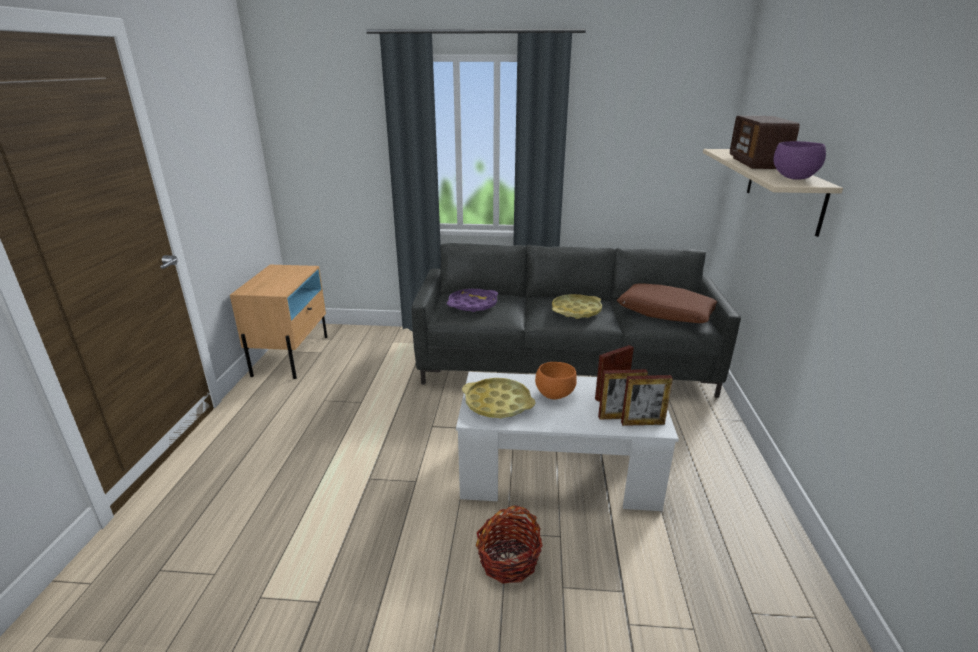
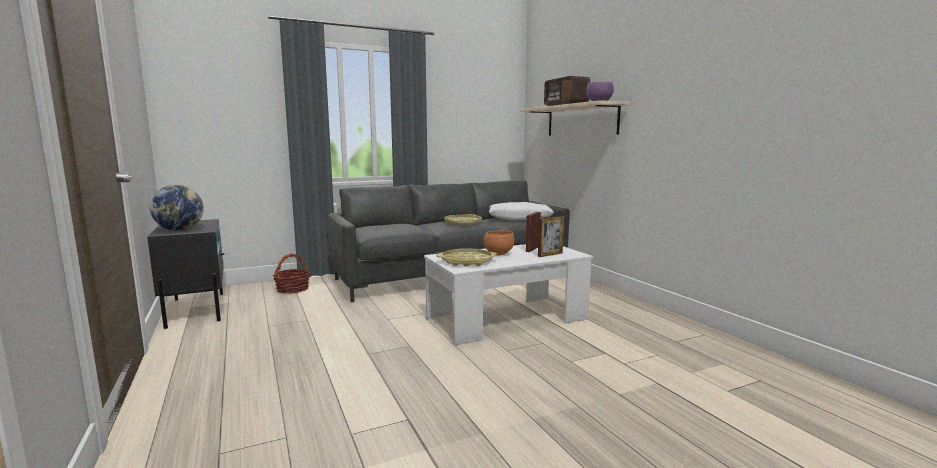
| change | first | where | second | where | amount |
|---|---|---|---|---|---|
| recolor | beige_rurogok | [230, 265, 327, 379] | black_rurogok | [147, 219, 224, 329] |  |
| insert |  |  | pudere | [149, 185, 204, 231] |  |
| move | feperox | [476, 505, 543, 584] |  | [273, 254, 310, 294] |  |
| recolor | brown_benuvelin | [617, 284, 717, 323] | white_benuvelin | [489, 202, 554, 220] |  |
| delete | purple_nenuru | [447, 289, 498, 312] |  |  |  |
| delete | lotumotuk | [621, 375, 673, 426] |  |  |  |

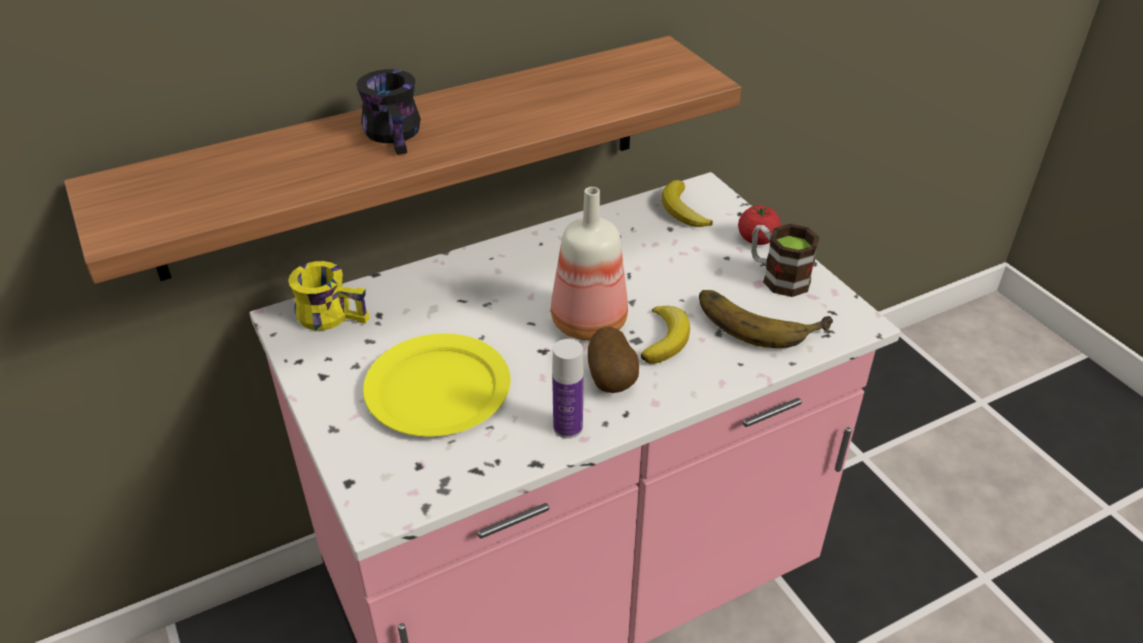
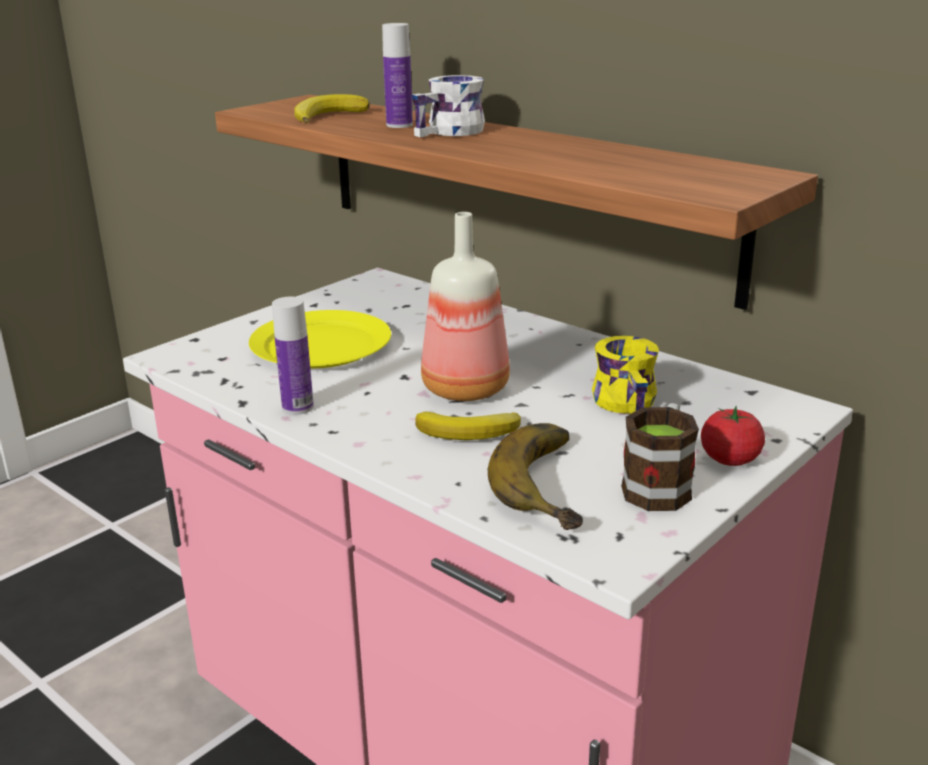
| change | first | where | second | where | amount |
|---|---|---|---|---|---|
| move | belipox | [662, 180, 713, 227] |  | [294, 94, 370, 123] |  |
| insert |  |  | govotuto | [382, 23, 413, 128] |  |
| recolor | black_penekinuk | [356, 69, 421, 155] | white_penekinuk | [412, 75, 485, 137] |  |
| move | yellow_penekinuk | [288, 261, 370, 330] |  | [592, 336, 659, 414] |  |
| delete | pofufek | [588, 327, 639, 393] |  |  |  |

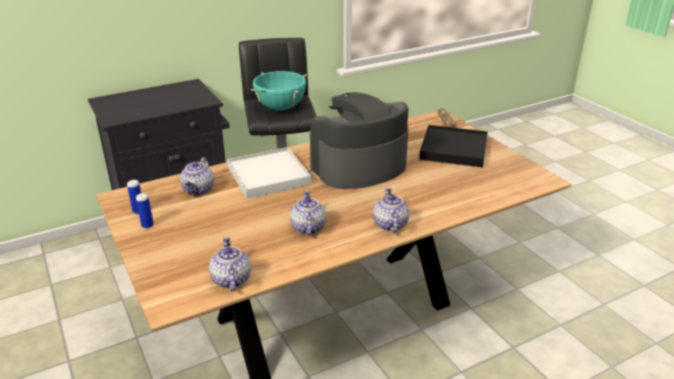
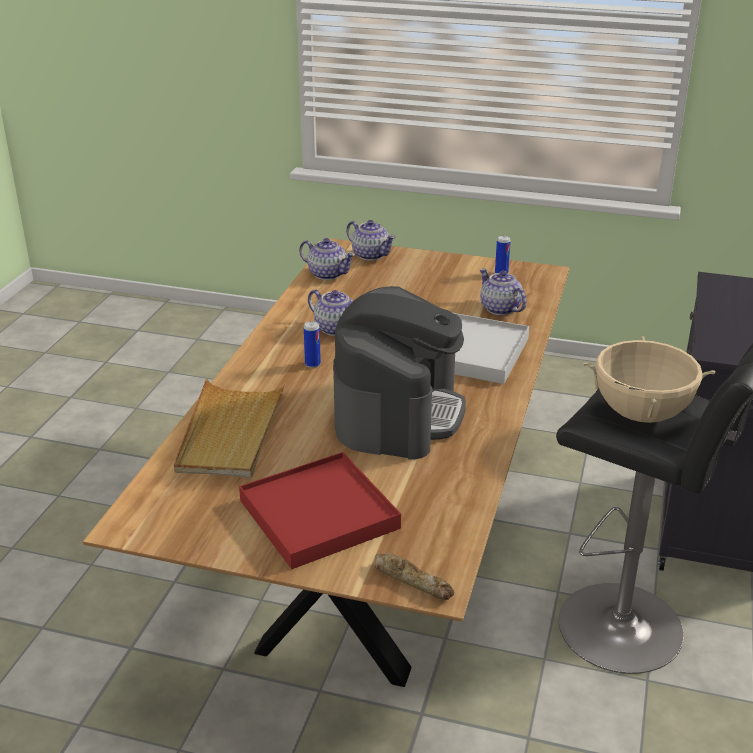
| change | first | where | second | where | amount |
|---|---|---|---|---|---|
| insert |  |  | beige_nenuru | [174, 378, 286, 478] |  |
| recolor | black_nenuru | [419, 125, 488, 167] | red_nenuru | [239, 452, 401, 569] |  |
| move | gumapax | [136, 193, 154, 229] |  | [304, 321, 321, 368] |  |
| move | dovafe | [373, 187, 409, 233] |  | [346, 220, 396, 261] |  |
| recolor | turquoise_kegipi | [251, 71, 307, 110] | beige_kegipi | [583, 336, 715, 423] |  |

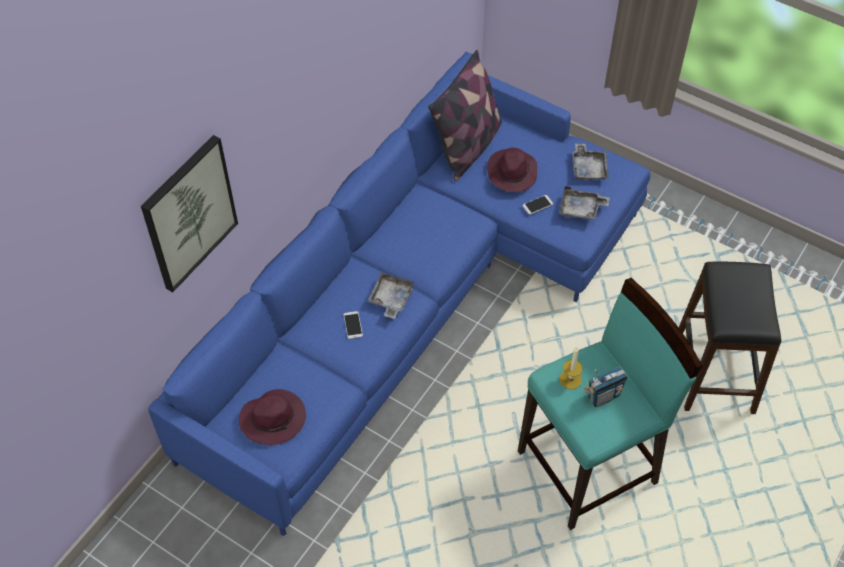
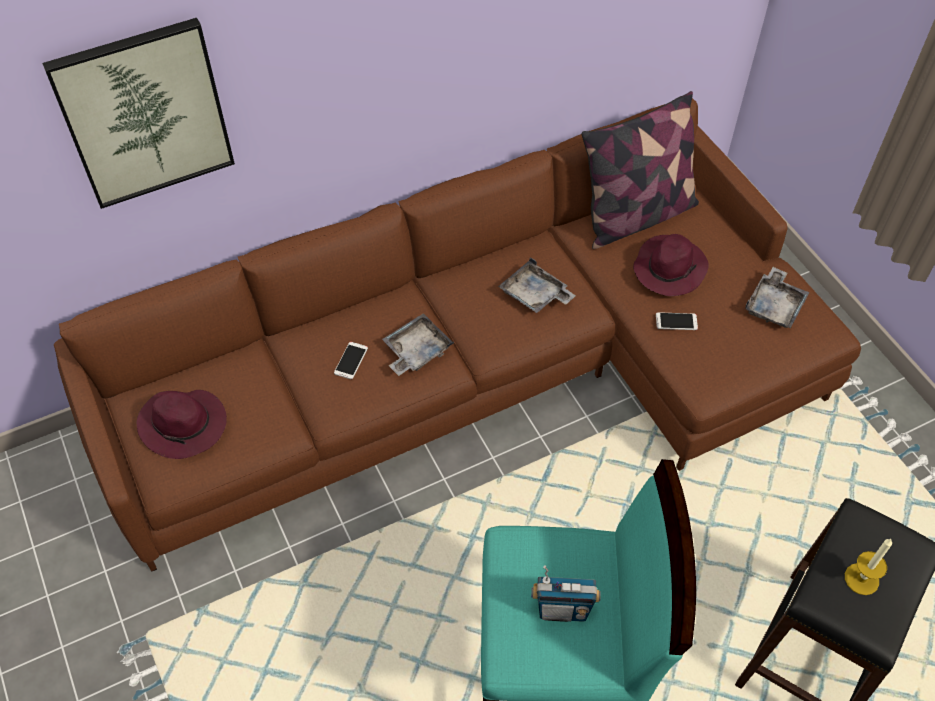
| change | first | where | second | where | amount |
|---|---|---|---|---|---|
| recolor | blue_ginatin | [148, 52, 650, 536] | brown_ginatin | [54, 98, 861, 572] |  |
| move | grey_nenuru | [559, 186, 610, 220] |  | [498, 257, 576, 313] |  |
| move | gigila | [559, 347, 583, 389] |  | [845, 538, 892, 595] |  |

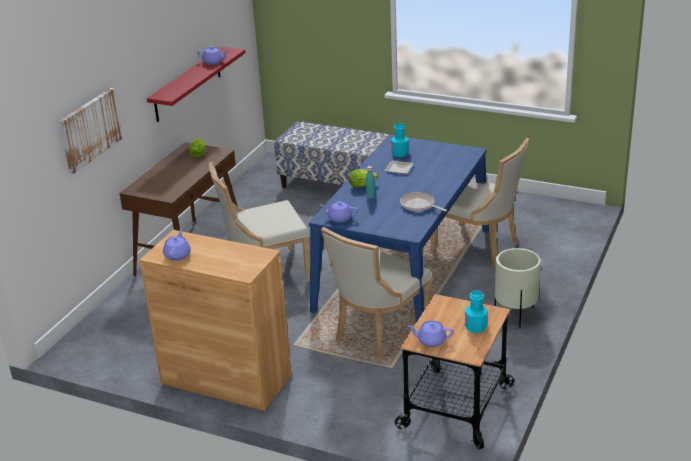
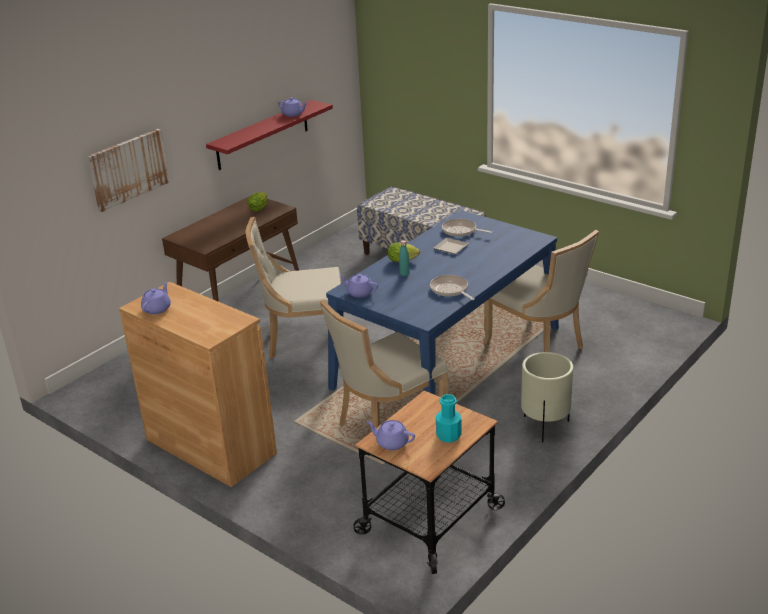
| change | first | where | second | where | amount |
|---|---|---|---|---|---|
| replace | turquoise_govotuto | [391, 123, 409, 157] | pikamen | [442, 219, 493, 237] |  |

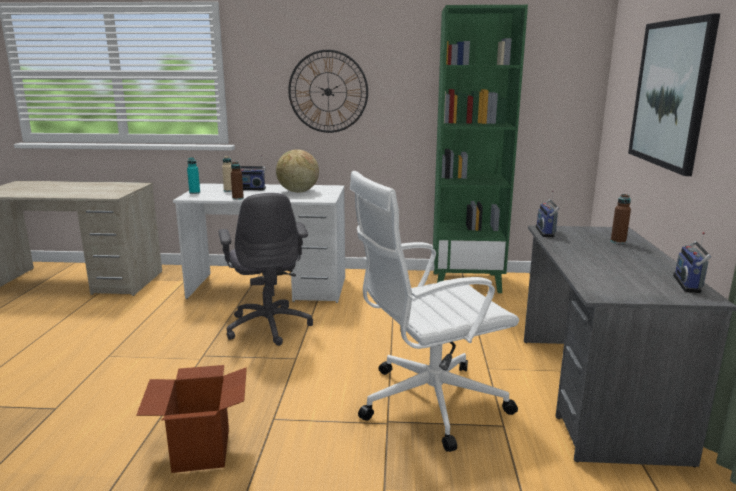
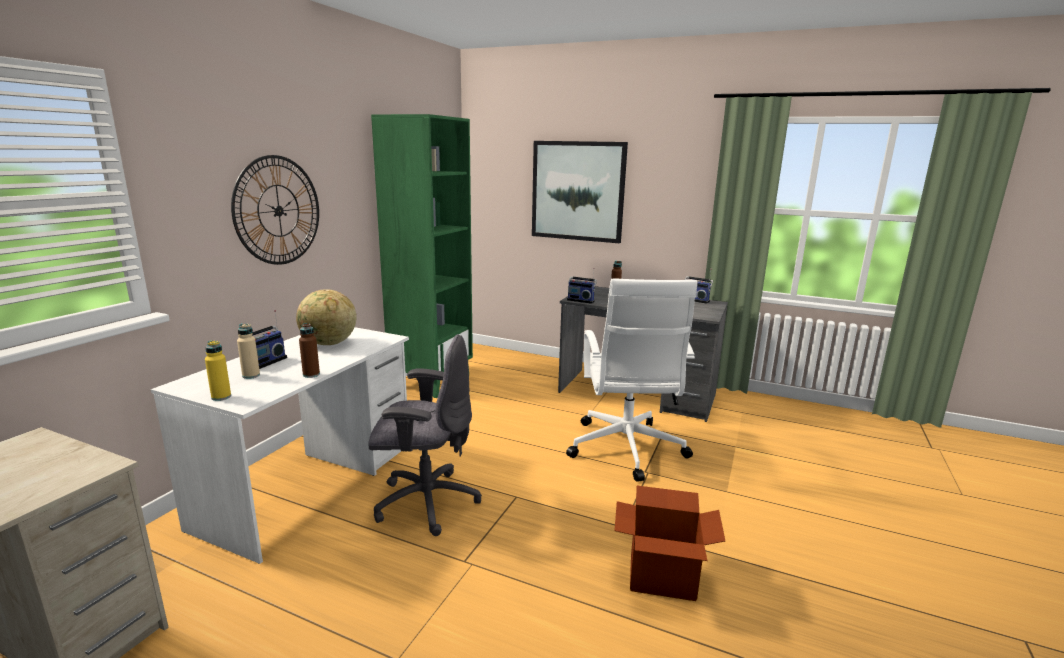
| change | first | where | second | where | amount |
|---|---|---|---|---|---|
| recolor | turquoise_govotuto | [187, 157, 200, 194] | yellow_govotuto | [205, 340, 231, 401] |  |

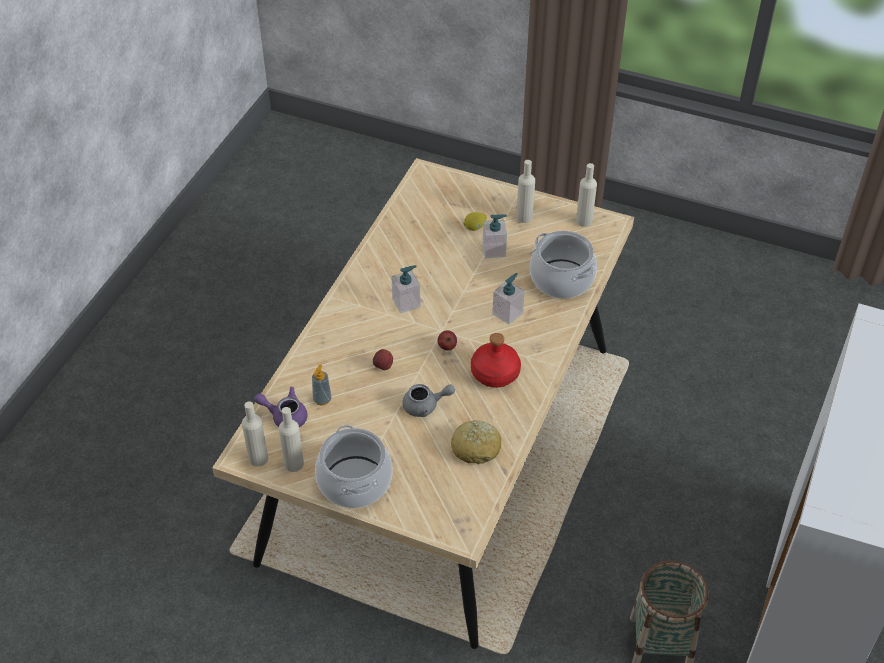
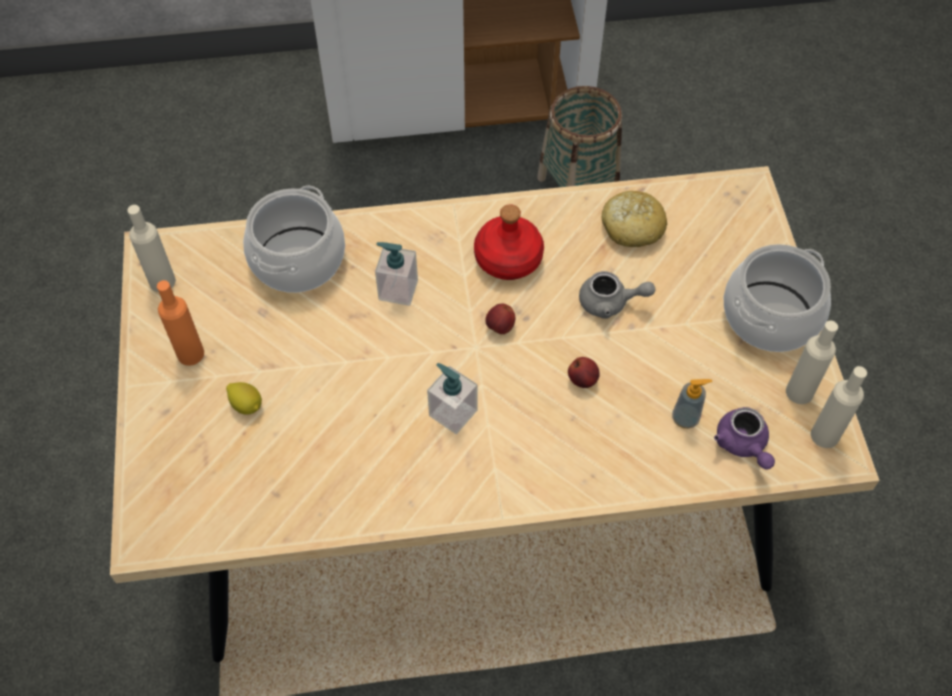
| change | first | where | second | where | amount |
|---|---|---|---|---|---|
| recolor | beige_govotuto | [516, 160, 535, 223] | orange_govotuto | [157, 280, 204, 366] |  |
| rotate | grey_dovafe | [403, 384, 455, 417] |  | [579, 271, 655, 319] | 135 degrees clockwise |
| delete | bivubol | [482, 214, 507, 258] |  |  |  |

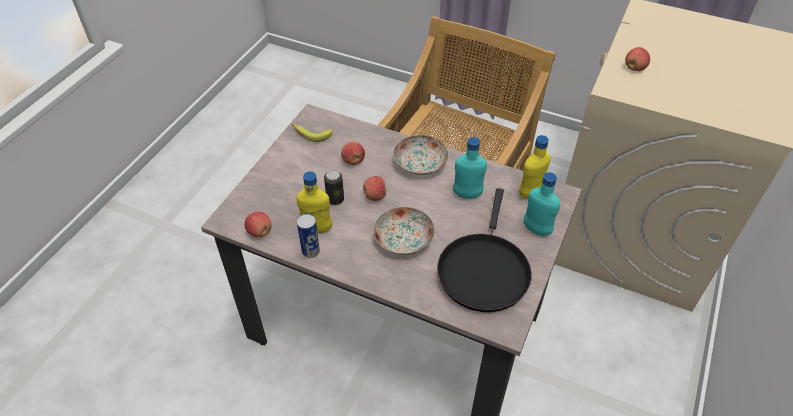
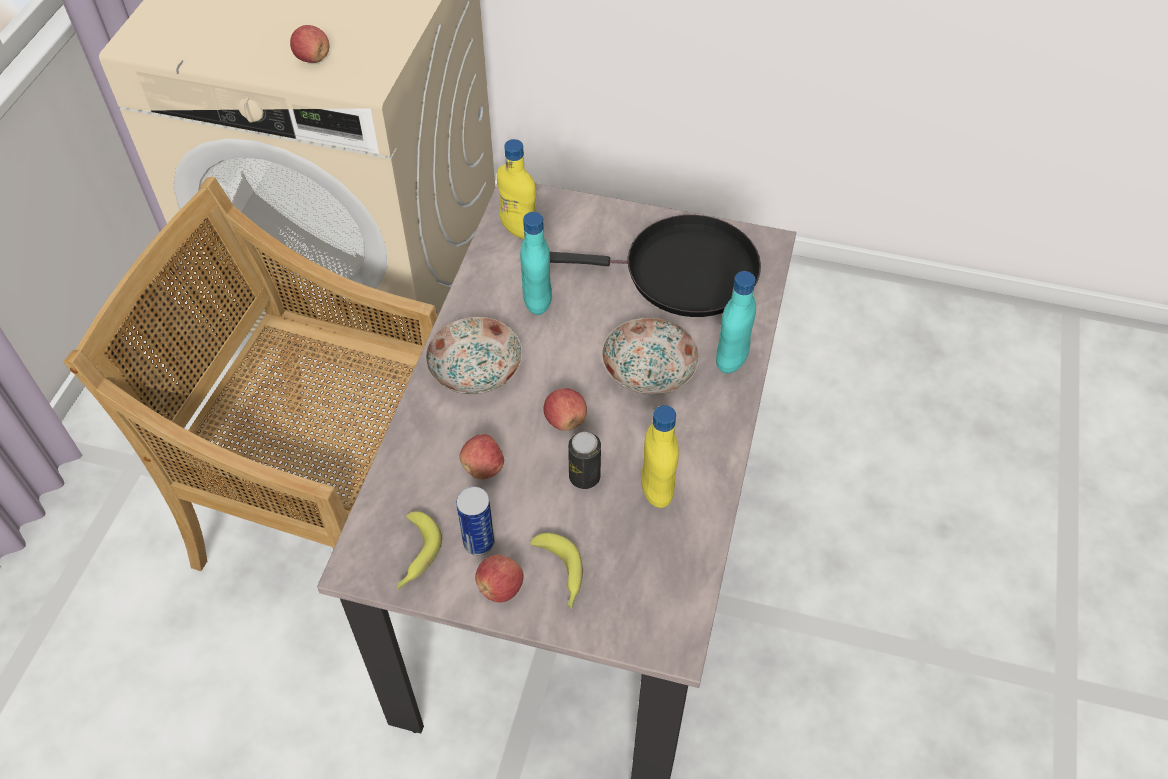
| change | first | where | second | where | amount |
|---|---|---|---|---|---|
| move | gumapax | [297, 214, 320, 258] |  | [456, 487, 495, 555] |  |
| move | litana | [245, 212, 271, 237] |  | [475, 554, 524, 602] |  |
| insert |  |  | belipox | [530, 533, 583, 609] |  |
| move | turquoise_govotuto | [524, 172, 560, 236] |  | [716, 271, 756, 373] |  |

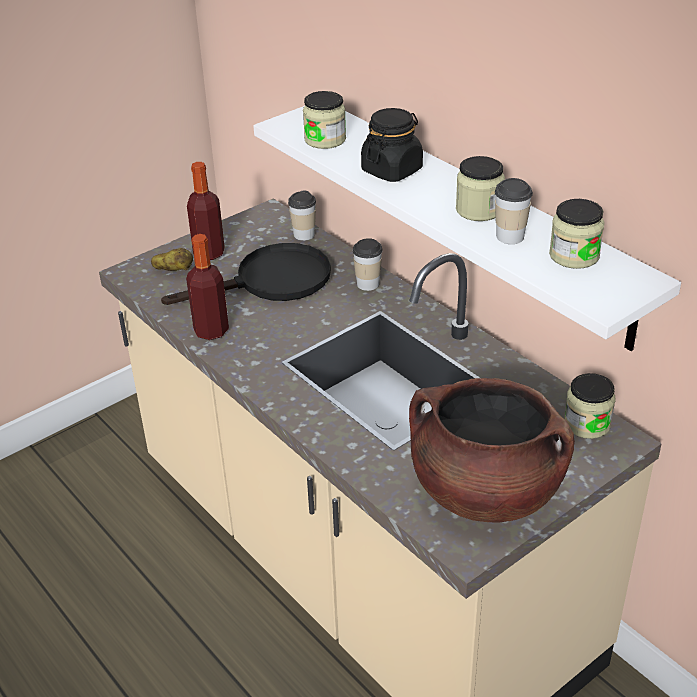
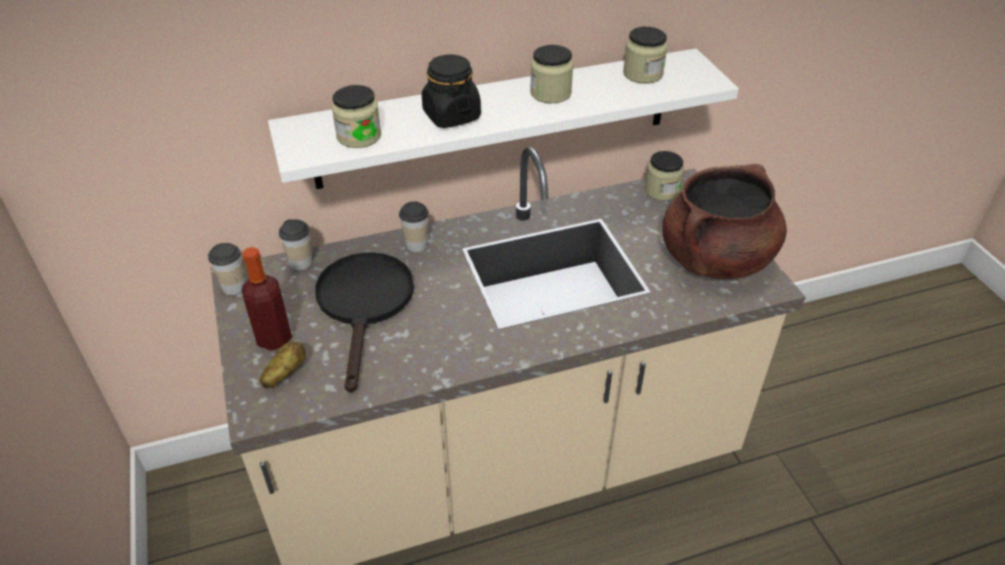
| change | first | where | second | where | amount |
|---|---|---|---|---|---|
| move | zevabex | [495, 178, 533, 244] |  | [208, 243, 245, 295] |  |
| delete | govotuto | [186, 234, 229, 340] |  |  |  |

